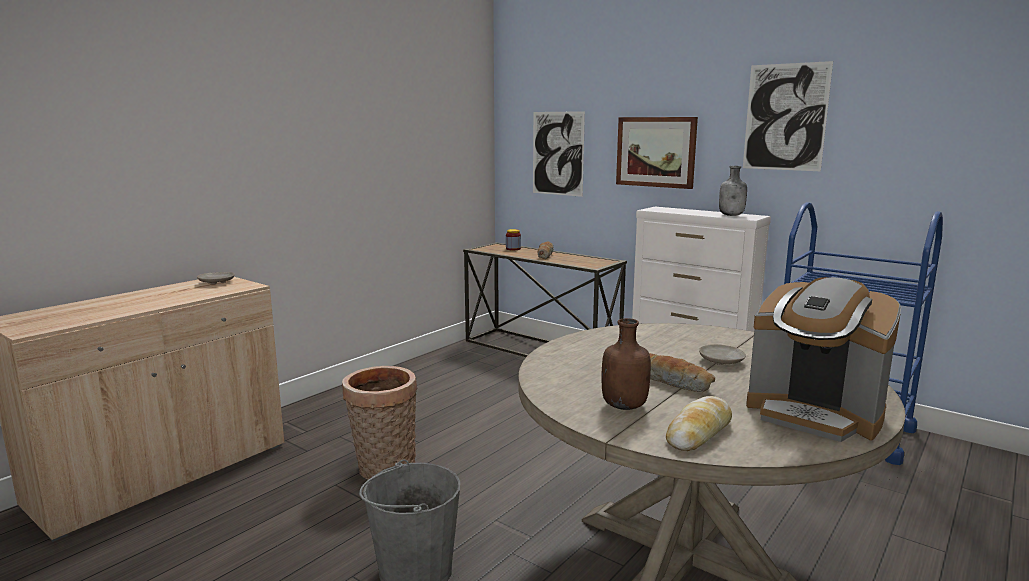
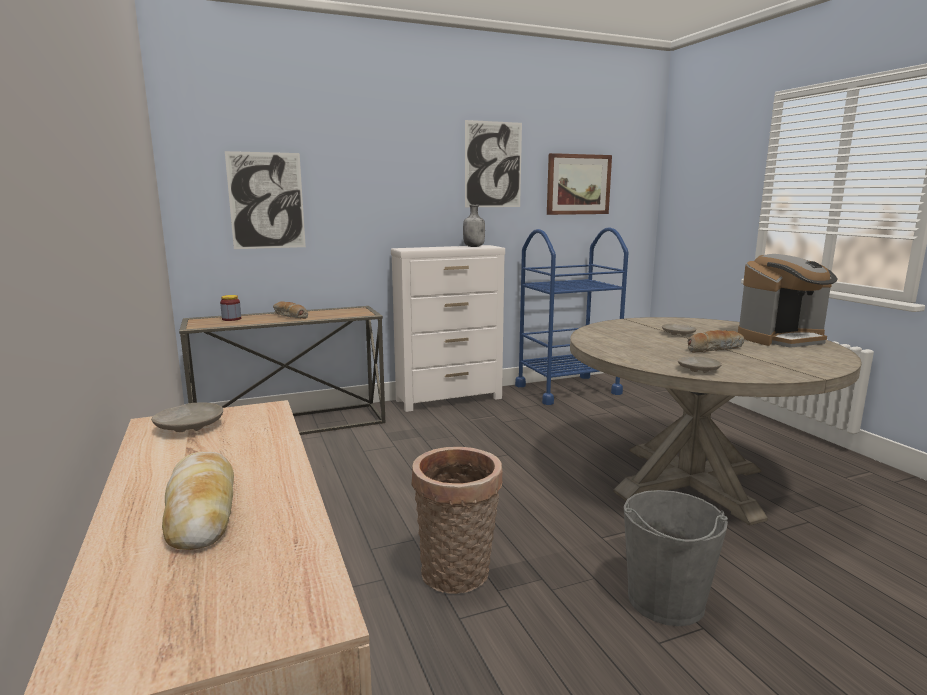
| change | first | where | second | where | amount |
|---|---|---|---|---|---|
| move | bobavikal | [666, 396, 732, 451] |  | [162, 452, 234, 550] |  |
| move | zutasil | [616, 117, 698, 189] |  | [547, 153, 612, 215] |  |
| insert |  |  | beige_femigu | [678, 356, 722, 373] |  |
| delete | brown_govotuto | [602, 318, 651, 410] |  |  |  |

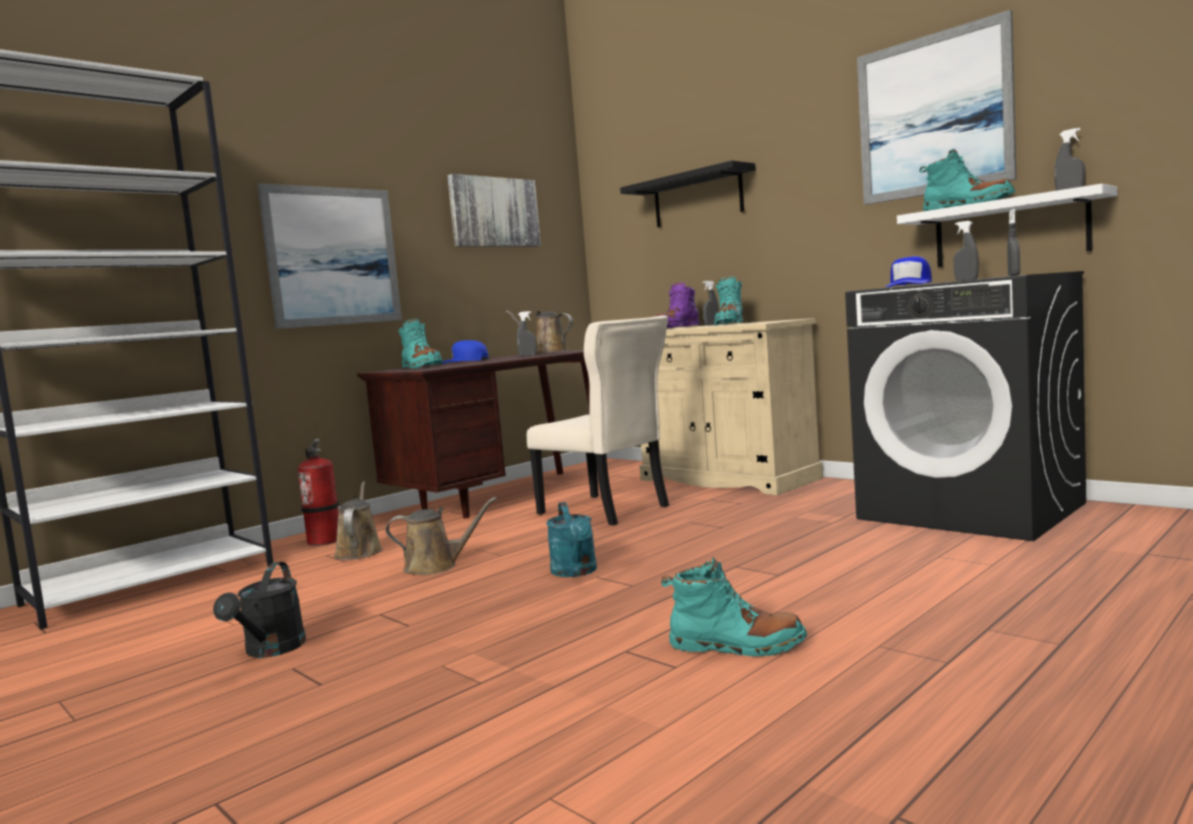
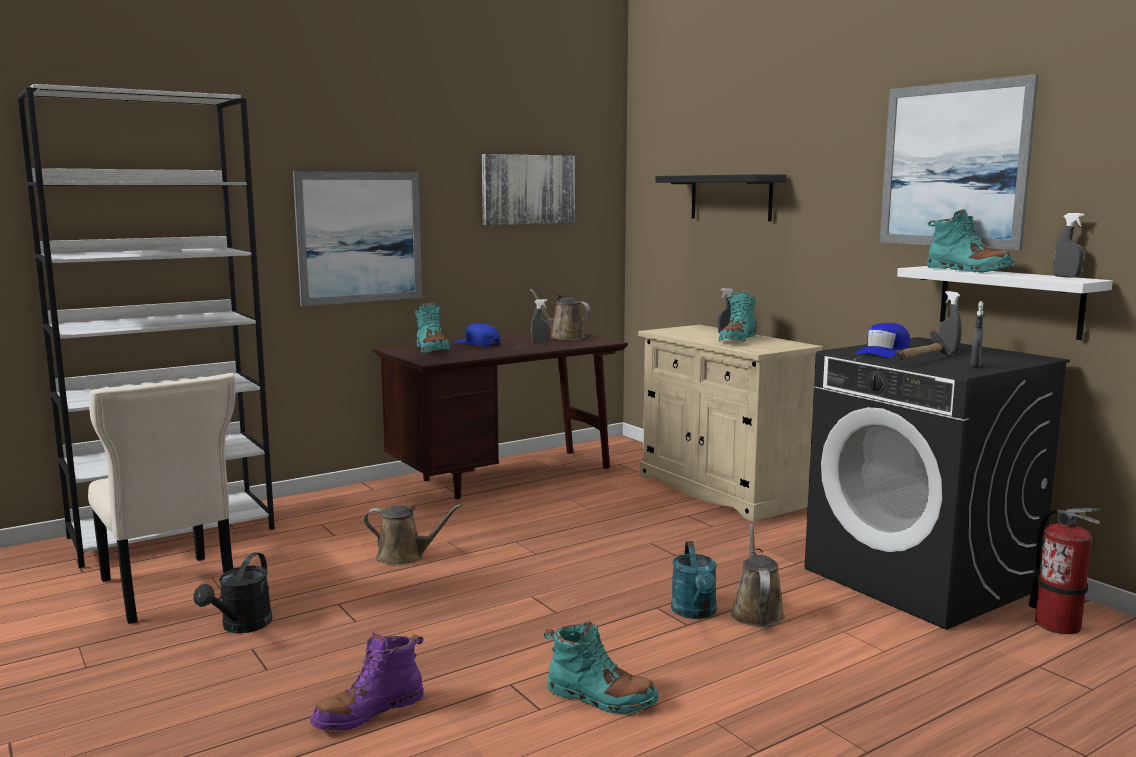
| change | first | where | second | where | amount |
|---|---|---|---|---|---|
| move | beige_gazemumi | [527, 315, 669, 526] |  | [88, 373, 236, 624] |  |
| move | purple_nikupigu | [655, 282, 700, 328] |  | [310, 632, 424, 731] |  |
| move | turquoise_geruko | [546, 502, 597, 577] |  | [671, 541, 717, 619] |  |
| move | brown_geruko | [334, 482, 383, 560] |  | [731, 524, 785, 627] |  |
| insert |  |  | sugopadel | [895, 330, 951, 360] |  |
| move | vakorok | [298, 439, 339, 546] |  | [1029, 508, 1100, 634] |  |

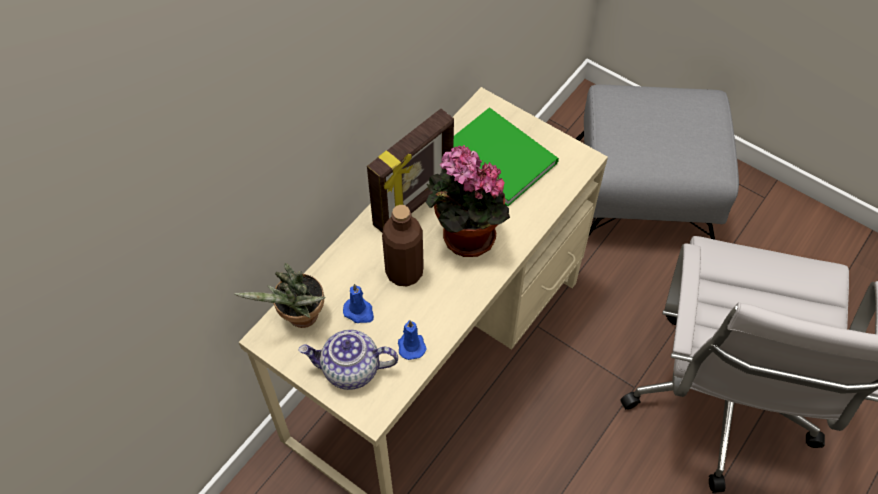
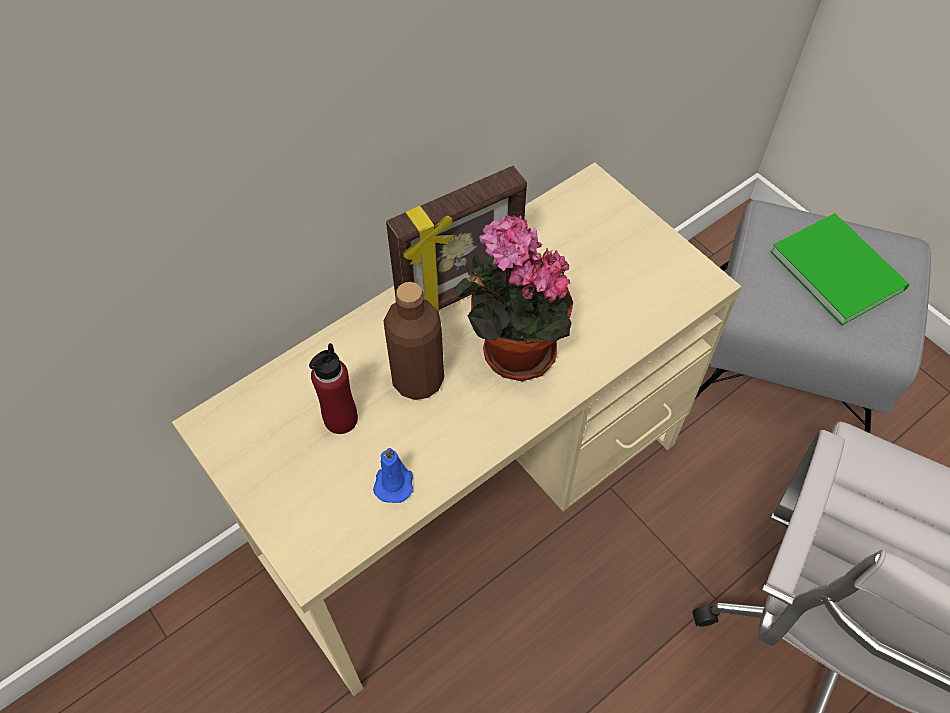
| change | first | where | second | where | amount |
|---|---|---|---|---|---|
| replace | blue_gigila | [343, 284, 374, 323] | red_govotuto | [309, 343, 358, 434] |  |
| move | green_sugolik | [453, 108, 559, 206] |  | [770, 213, 910, 325] |  |
| delete | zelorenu | [234, 263, 326, 328] |  |  |  |
| delete | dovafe | [298, 330, 398, 390] |  |  |  |

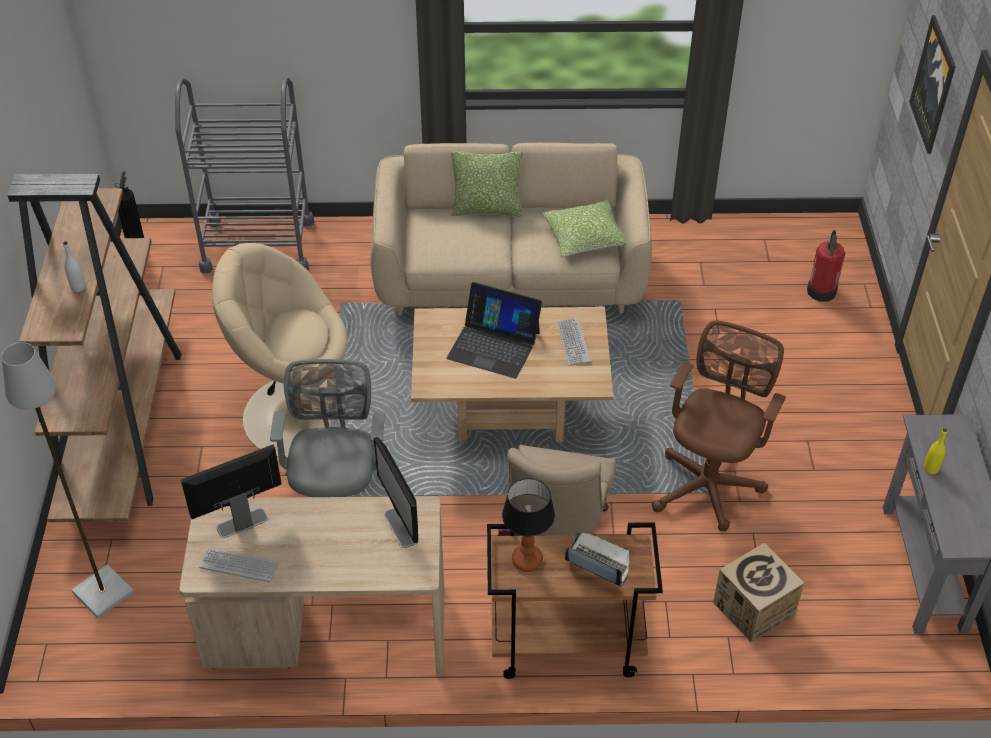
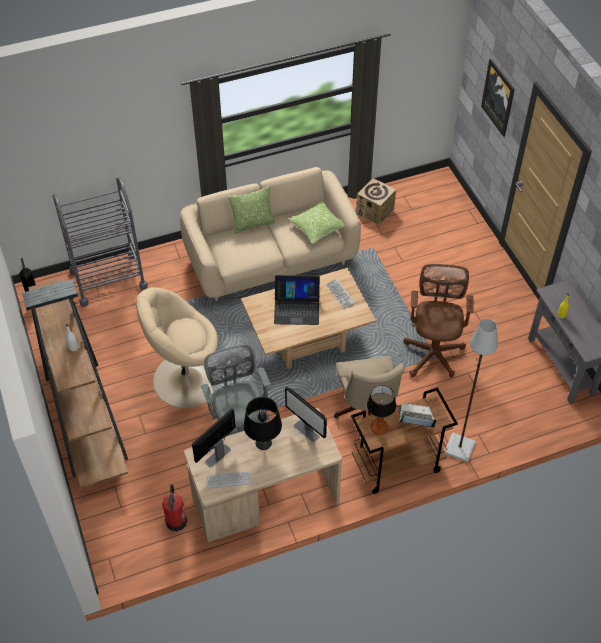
| change | first | where | second | where | amount |
|---|---|---|---|---|---|
| move | vakorok | [807, 230, 845, 302] |  | [162, 484, 187, 531] |  |
| insert |  |  | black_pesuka | [244, 397, 282, 450] |  |
| move | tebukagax | [713, 543, 804, 642] |  | [356, 178, 396, 225] |  |
| move | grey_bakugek | [2, 342, 134, 619] |  | [445, 319, 498, 462] |  |

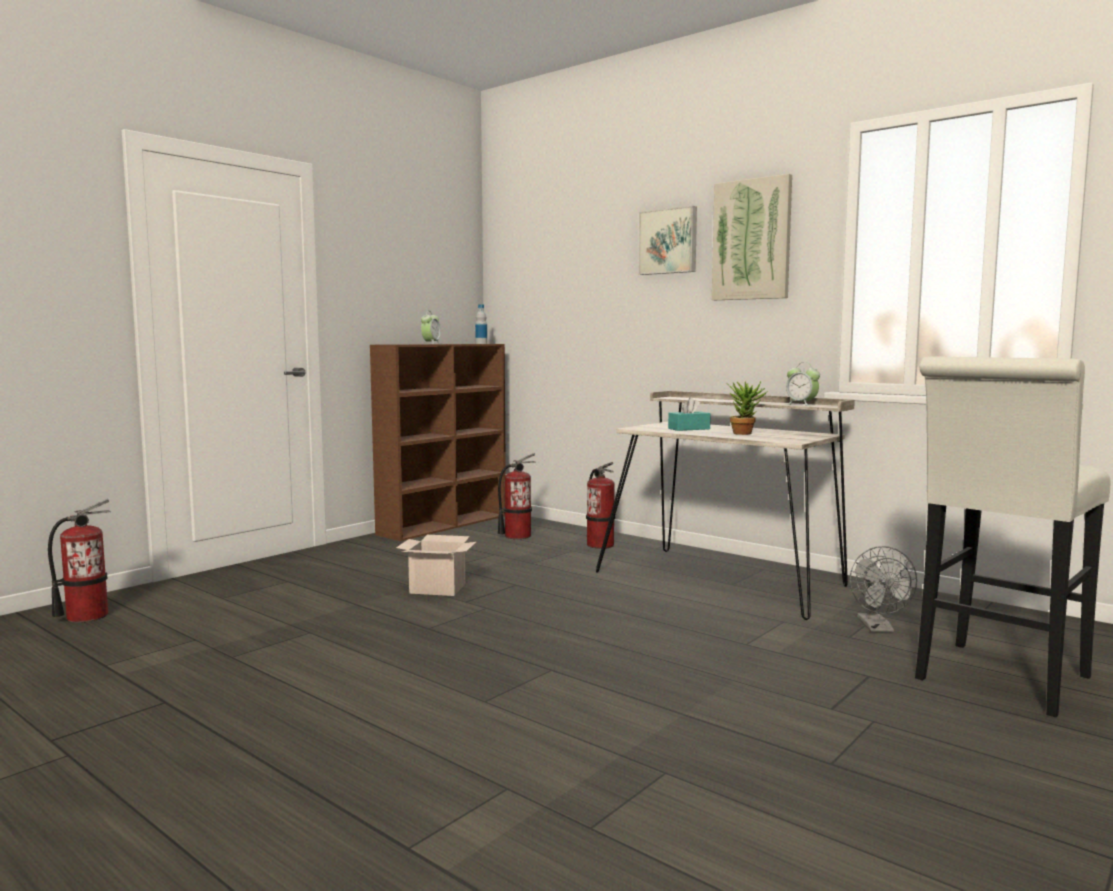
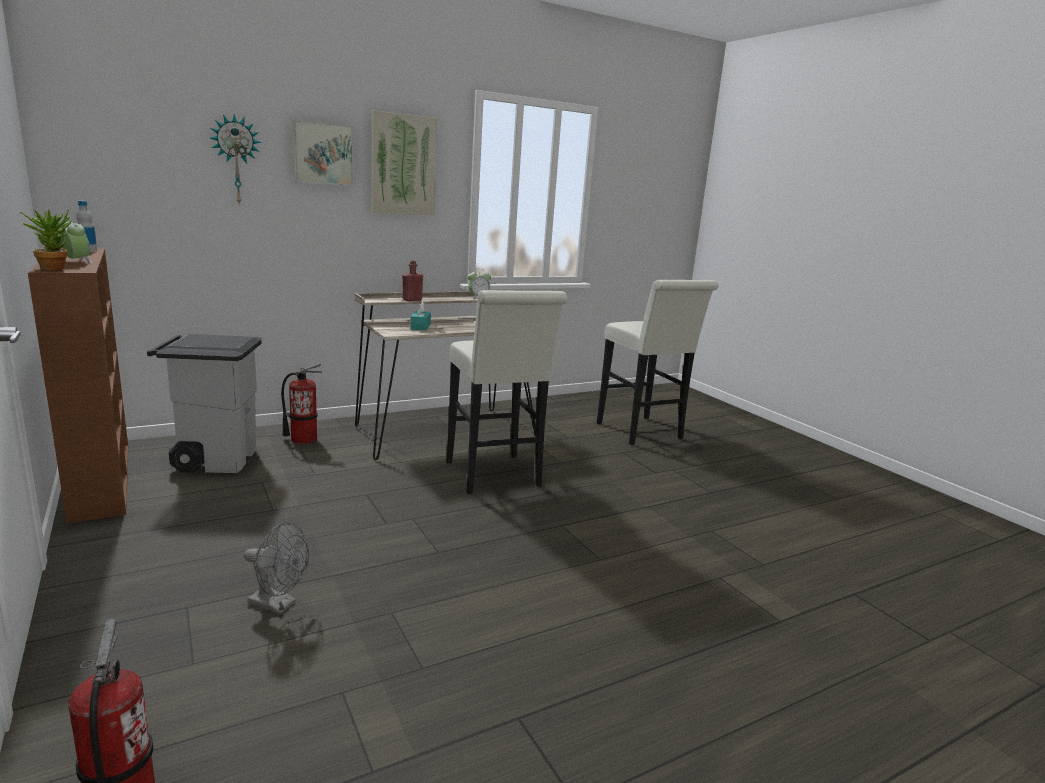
| change | first | where | second | where | amount |
|---|---|---|---|---|---|
| move | zelorenu | [726, 381, 768, 435] |  | [20, 209, 72, 270] |  |
| replace | vakorok | [498, 453, 536, 539] | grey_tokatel | [147, 334, 262, 473] |  |
| insert |  |  | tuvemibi | [210, 114, 261, 206] |  |
| move | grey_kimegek | [850, 546, 917, 632] |  | [244, 522, 309, 614] |  |
| insert |  |  | red_govotuto | [402, 260, 423, 301] |  |
| insert |  |  | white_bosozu | [446, 290, 567, 494] |  |
| delete | tebukagax | [396, 535, 476, 596] |  |  |  |

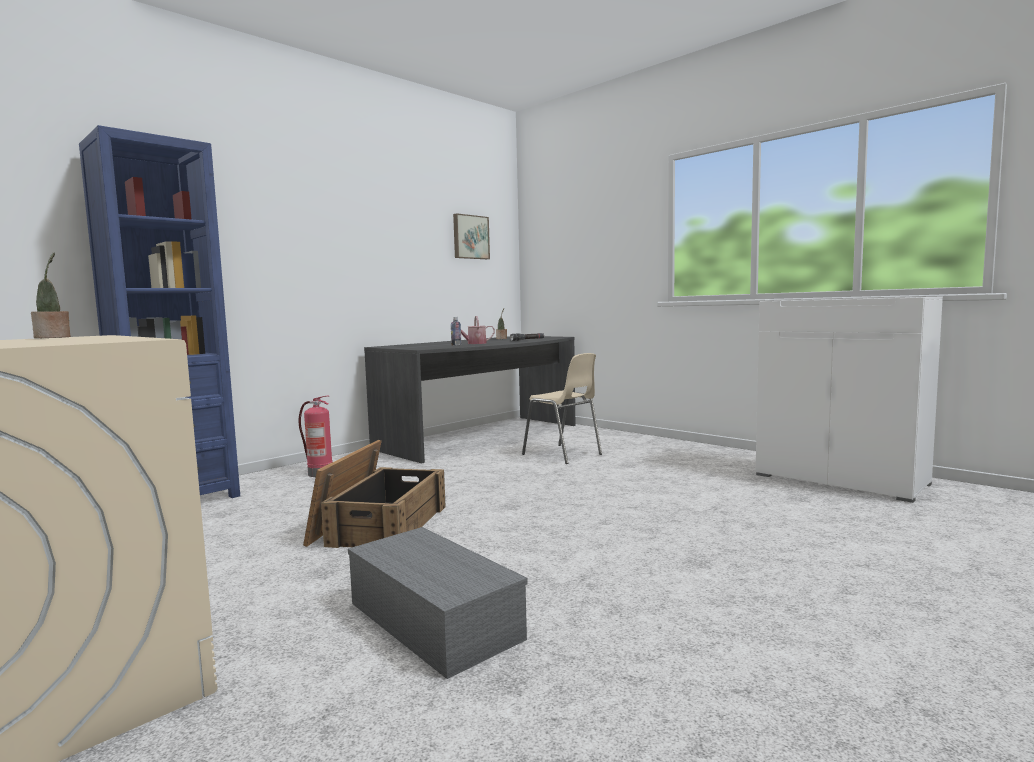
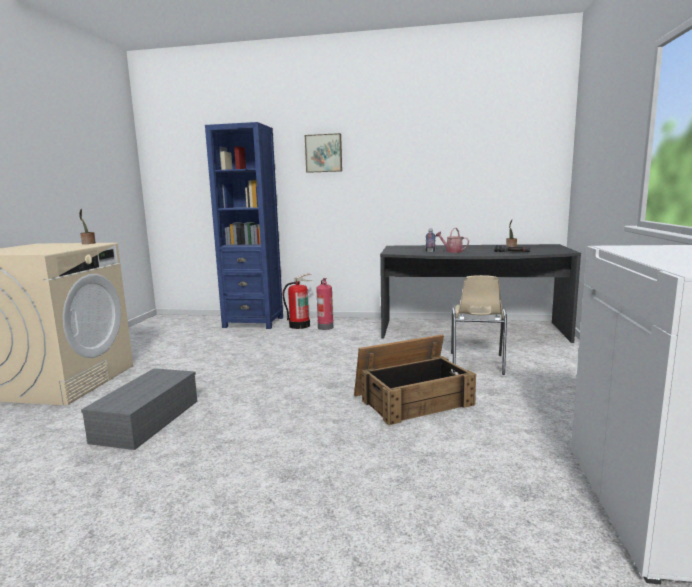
| change | first | where | second | where | amount |
|---|---|---|---|---|---|
| insert |  |  | vakorok | [282, 274, 313, 329] |  |
| move | zutasil | [453, 213, 490, 259] |  | [305, 133, 342, 173] |  |
| move | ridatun | [303, 440, 446, 548] |  | [354, 335, 476, 425] |  |

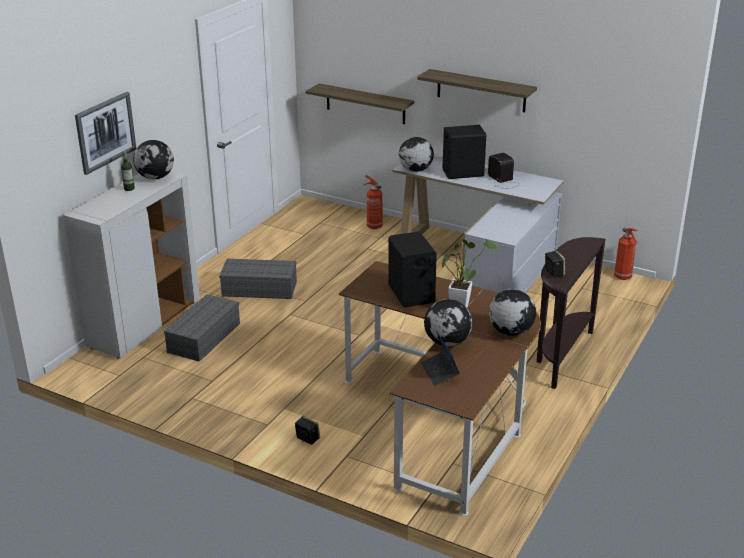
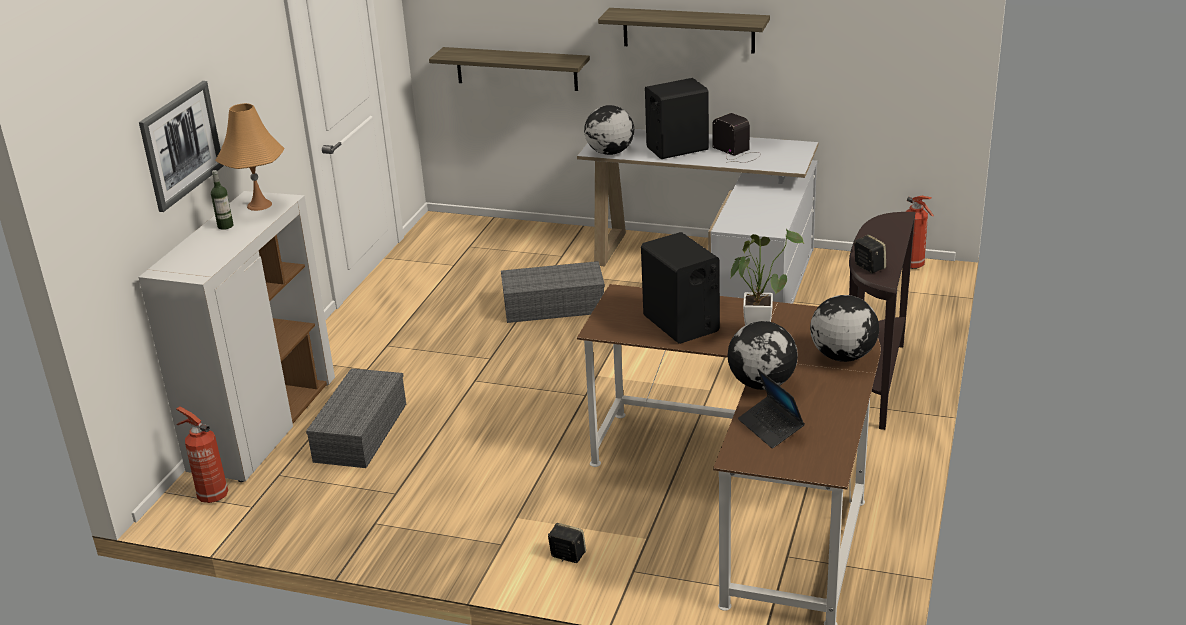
| change | first | where | second | where | amount |
|---|---|---|---|---|---|
| move | vakorok | [364, 175, 383, 229] |  | [176, 406, 228, 503] |  |
| replace | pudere | [133, 140, 174, 179] | orange_pesuka | [215, 103, 285, 211] |  |
| move | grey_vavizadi | [219, 259, 297, 299] |  | [501, 261, 605, 323] |  |

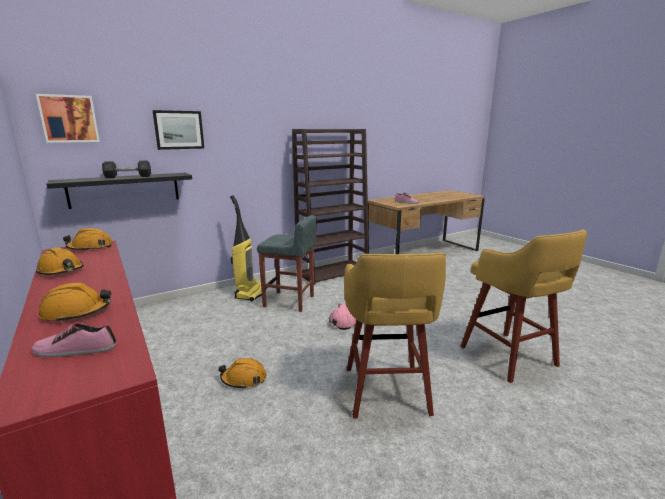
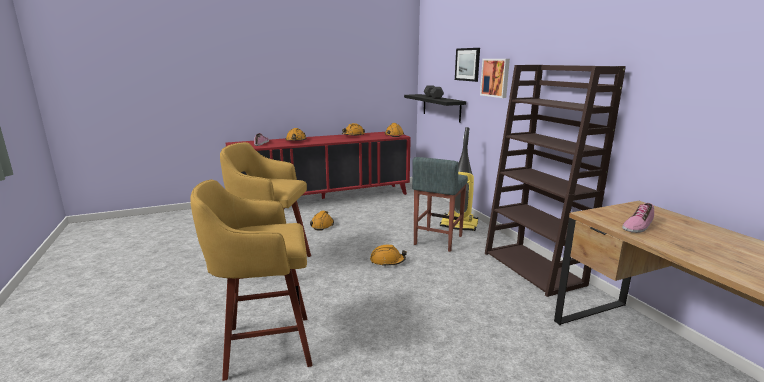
| change | first | where | second | where | amount |
|---|---|---|---|---|---|
| recolor | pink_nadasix | [329, 304, 356, 330] | orange_nadasix | [370, 245, 407, 267] |  |
| move | zutasil | [36, 94, 100, 143] |  | [480, 59, 510, 98] |  |

